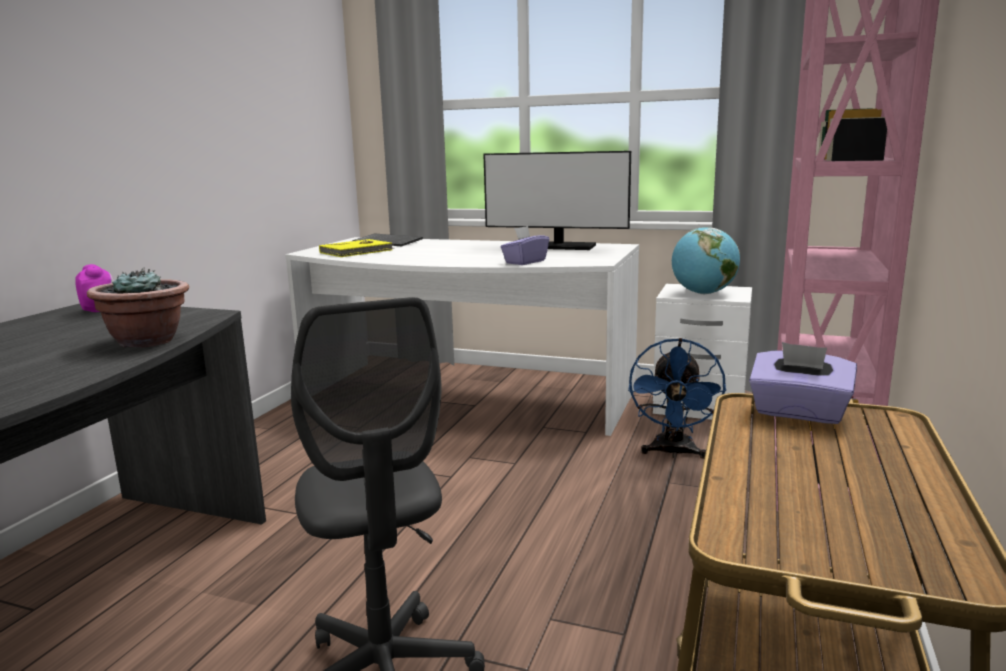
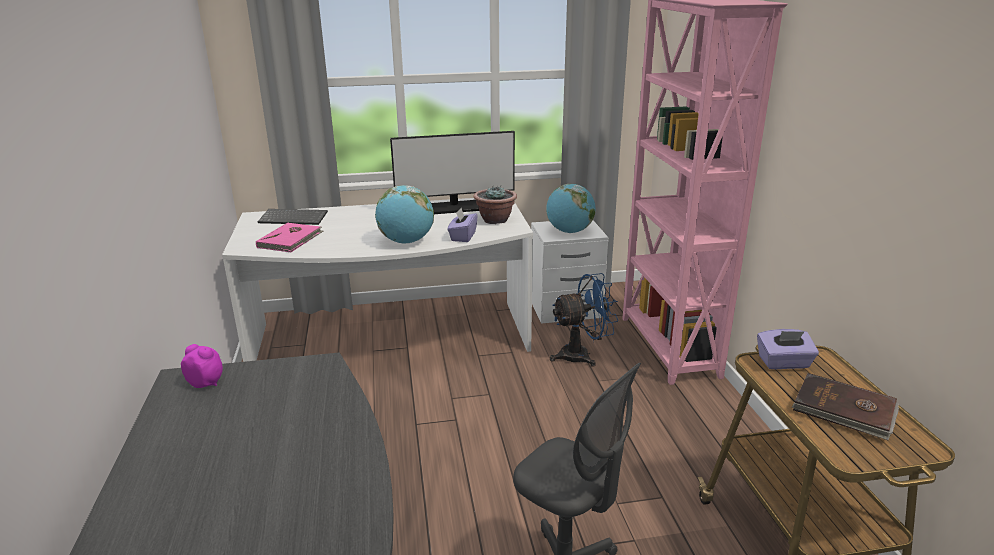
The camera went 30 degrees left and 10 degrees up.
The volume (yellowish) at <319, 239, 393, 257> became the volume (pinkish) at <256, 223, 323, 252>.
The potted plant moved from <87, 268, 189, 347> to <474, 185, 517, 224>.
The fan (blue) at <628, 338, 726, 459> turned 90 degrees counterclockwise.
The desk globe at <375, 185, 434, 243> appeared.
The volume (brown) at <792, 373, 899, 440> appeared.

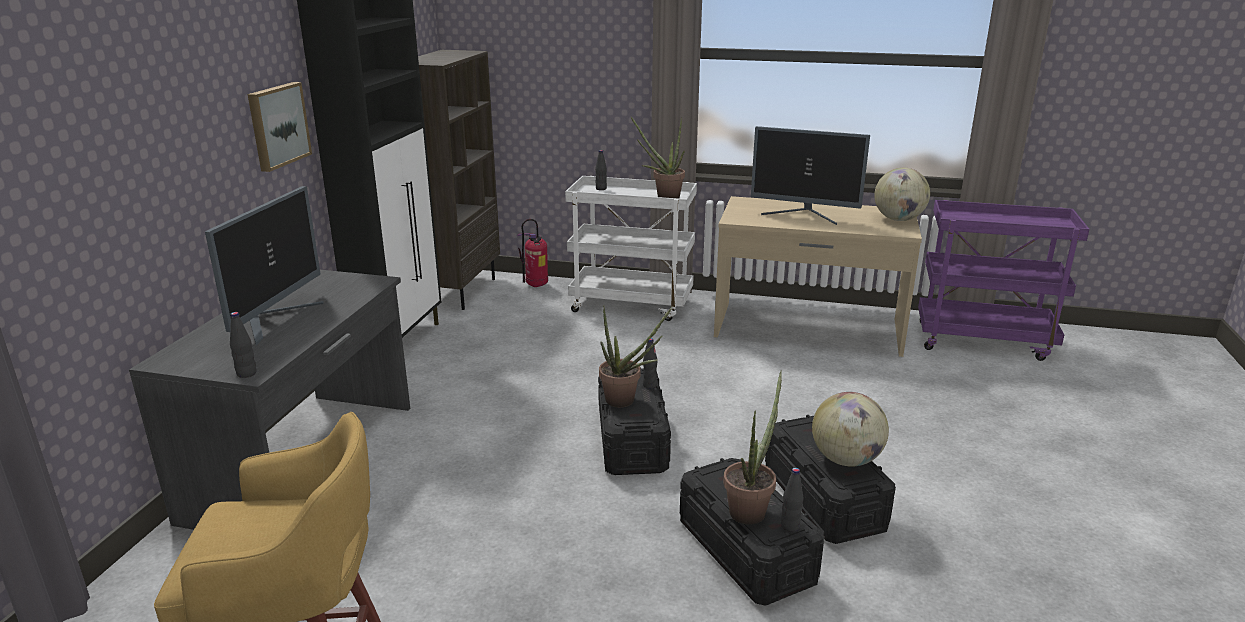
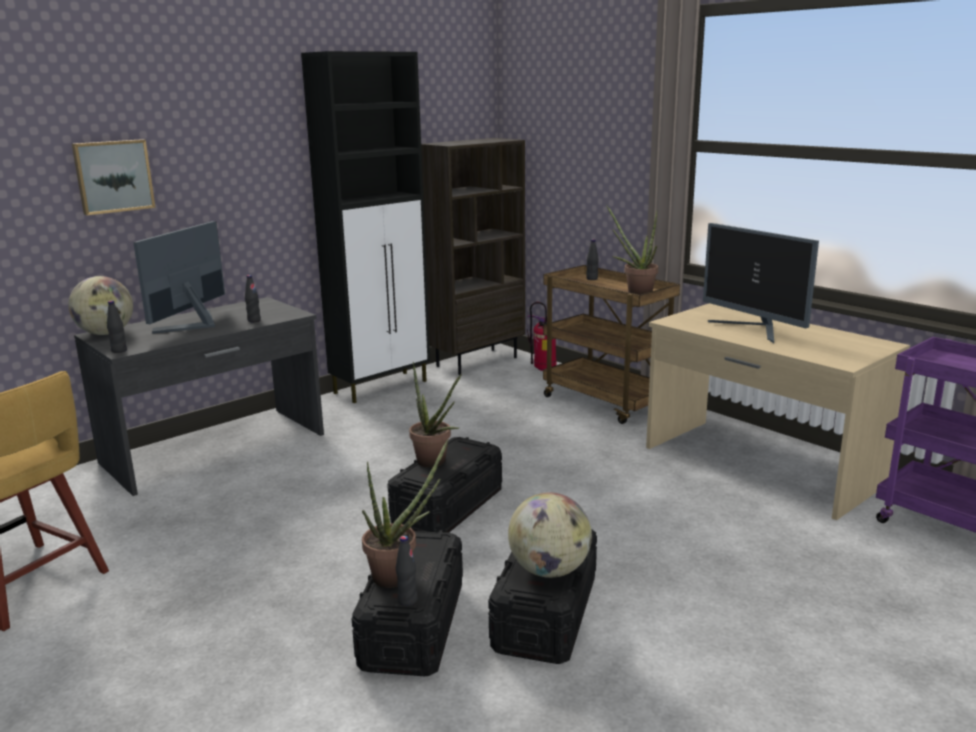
The camera went 35 degrees right and 5 degrees down.
The wall picture moved from <248, 82, 312, 172> to <72, 139, 156, 215>.
The desk globe moved from <874, 168, 930, 221> to <68, 276, 133, 335>.
The trolley (white-coloured) at <565, 176, 697, 321> became the trolley (brown) at <543, 265, 680, 424>.
The monitor at <205, 186, 324, 345> turned 150 degrees clockwise.
The beverage bottle (blackish) moved from <643, 338, 658, 389> to <245, 275, 261, 322>.

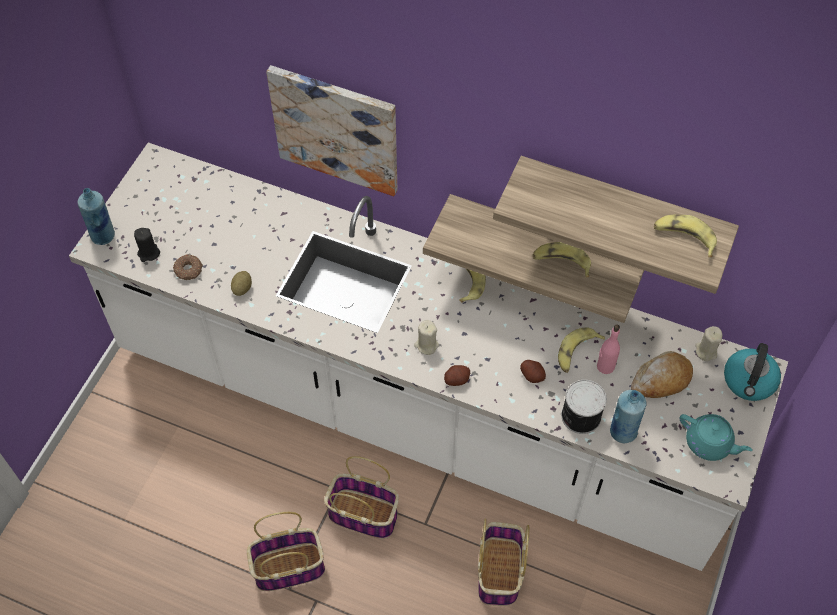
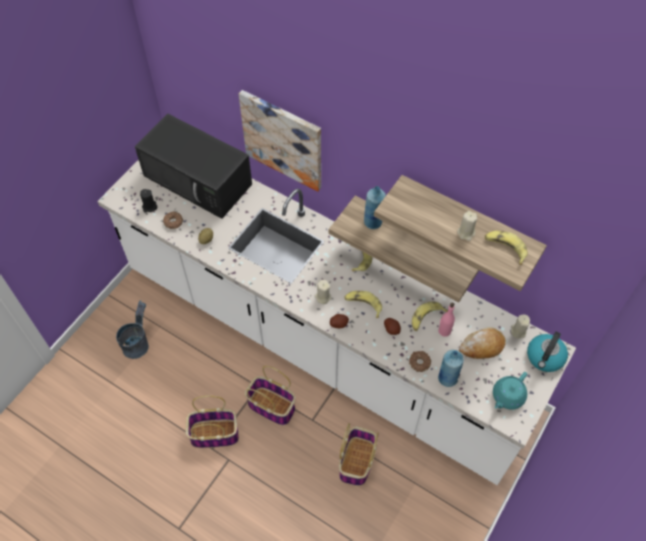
The camera went 10 degrees right and 0 degrees up.
The beverage bottle (blue) moved from <78, 188, 115, 245> to <364, 186, 386, 229>.
The whole banana moved from <533, 242, 591, 278> to <345, 291, 382, 318>.
The can at <561, 380, 607, 434> was replaced by the doughnut at <409, 351, 431, 372>.
The pot for tea (turquoise) at <679, 414, 753, 461> turned 90 degrees clockwise.
The microwave oven (blackish) at <135, 114, 252, 219> appeared.
The candle (beige) at <457, 211, 477, 241> appeared.
The bucket (gray) at <116, 300, 149, 359> appeared.

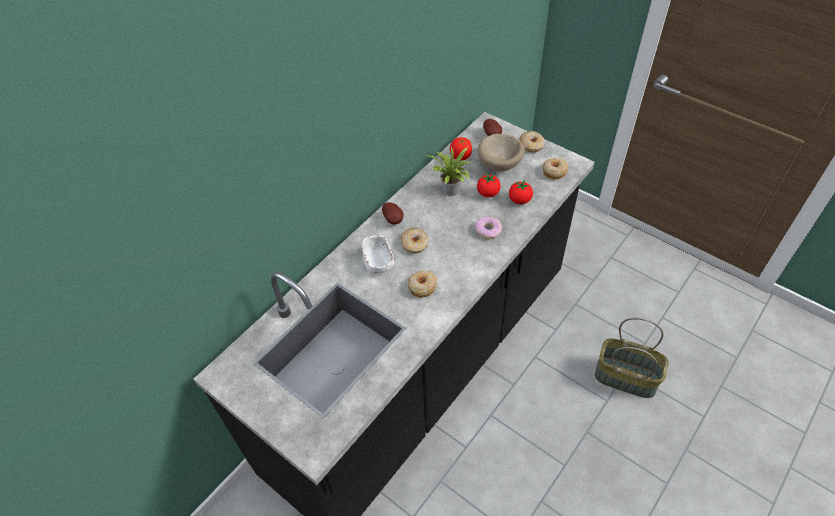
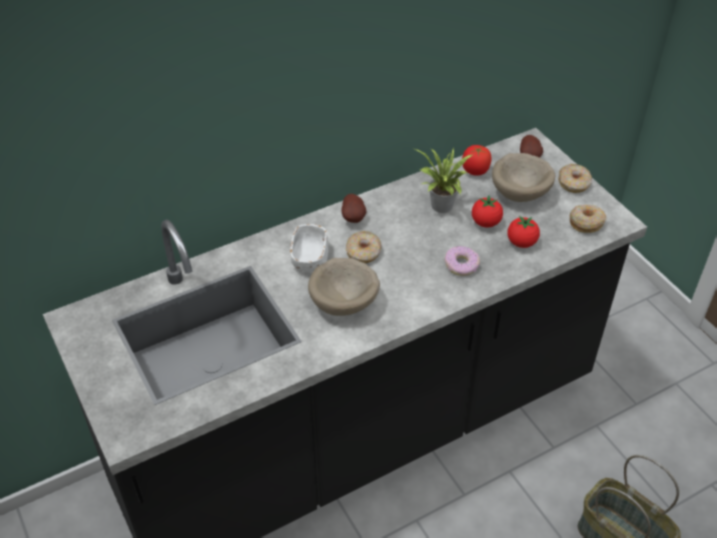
The camera went 20 degrees right and 5 degrees down.
The doughnut at <408, 270, 437, 298> was replaced by the deep dish (beige) at <308, 258, 380, 316>.

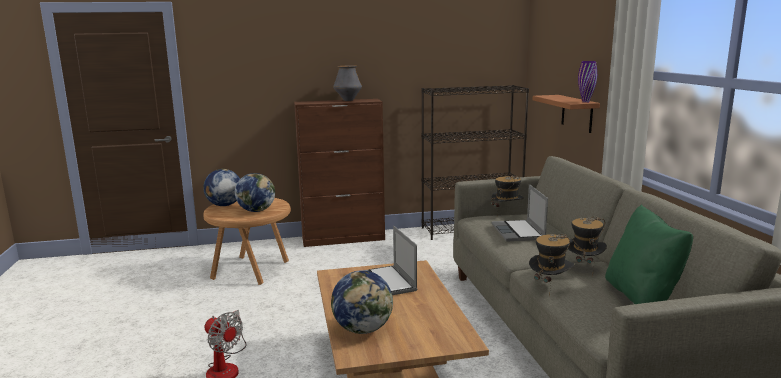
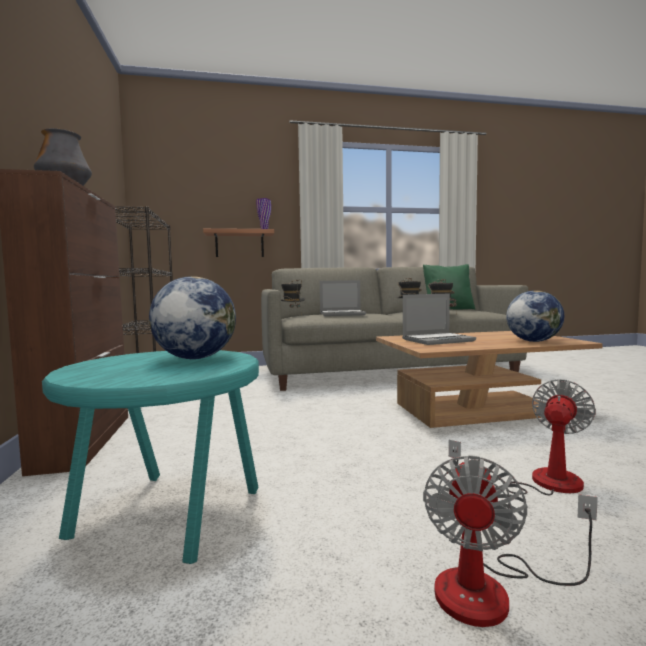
The camera went 90 degrees left and 10 degrees down.
The desk globe at <203, 169, 240, 206> disappeared.
The accent table (brown) at <203, 198, 291, 285> became the accent table (turquoise) at <42, 350, 259, 564>.
The fan at <423, 455, 598, 627> appeared.

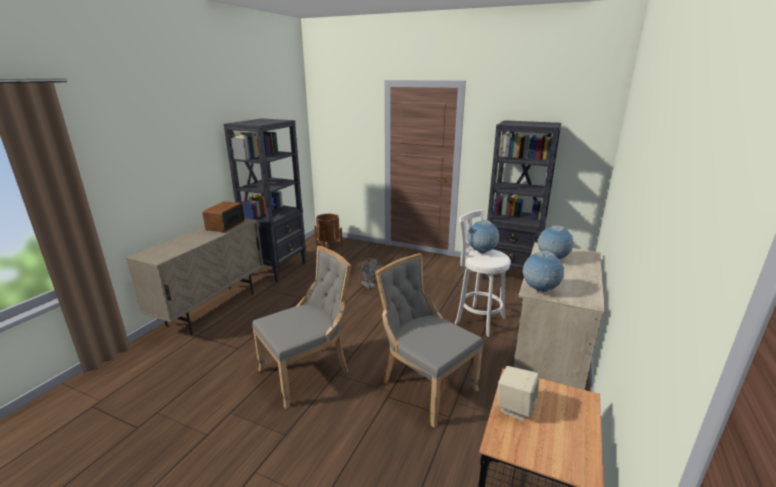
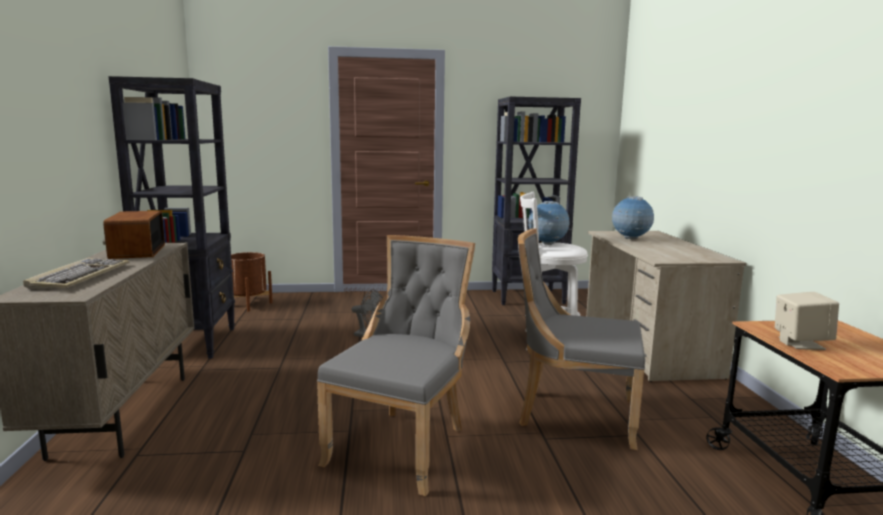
The camera went 30 degrees left and 10 degrees down.
The desk globe at <522, 251, 564, 293> disappeared.
The computer keyboard at <23, 258, 129, 289> appeared.

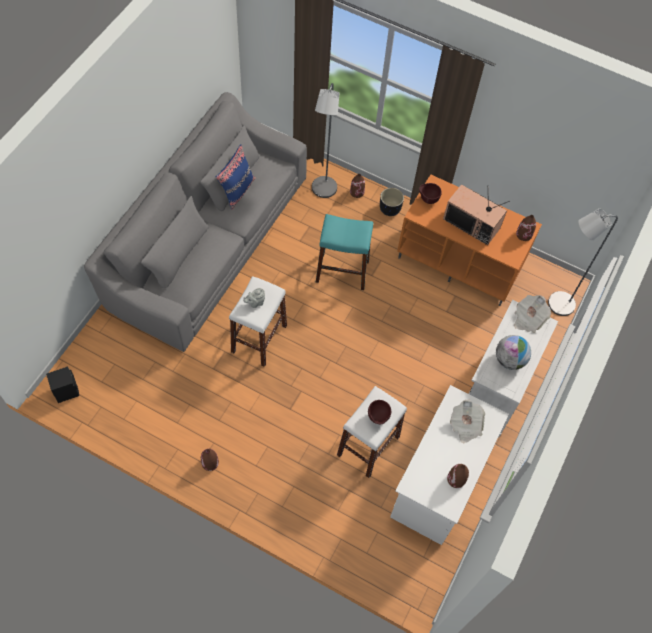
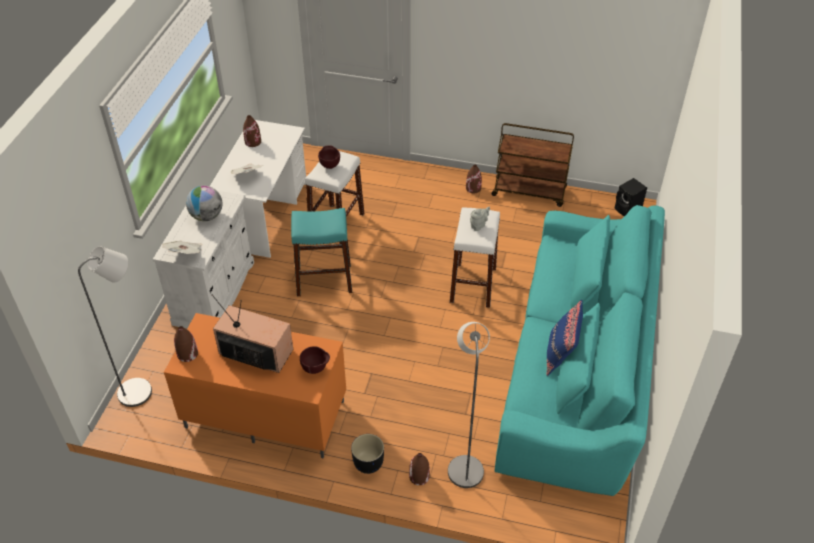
The camera went 170 degrees right and 15 degrees down.
The settee (gray) at <84, 92, 307, 352> became the settee (turquoise) at <495, 205, 665, 496>.
The stool seat (turquoise) moved from <316, 214, 373, 290> to <291, 208, 352, 296>.
The trolley (brown) at <492, 123, 574, 207> appeared.

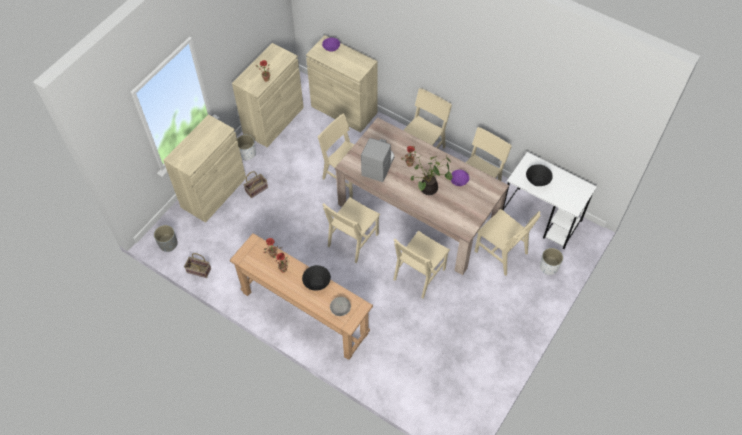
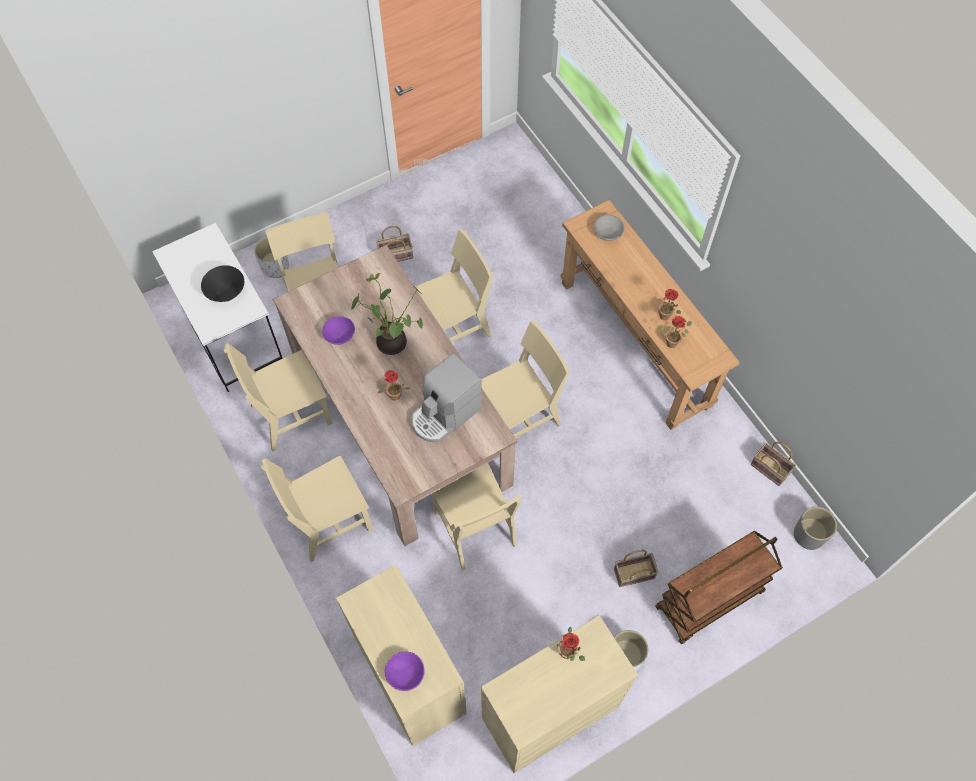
The camera went 155 degrees left and 5 degrees up.
The cabinet (beige) at <163, 114, 246, 223> was replaced by the trolley (brown) at <655, 531, 783, 644>.
The deep dish (blackish) at <302, 265, 331, 291> disappeared.
The household basket at <376, 226, 413, 262> appeared.

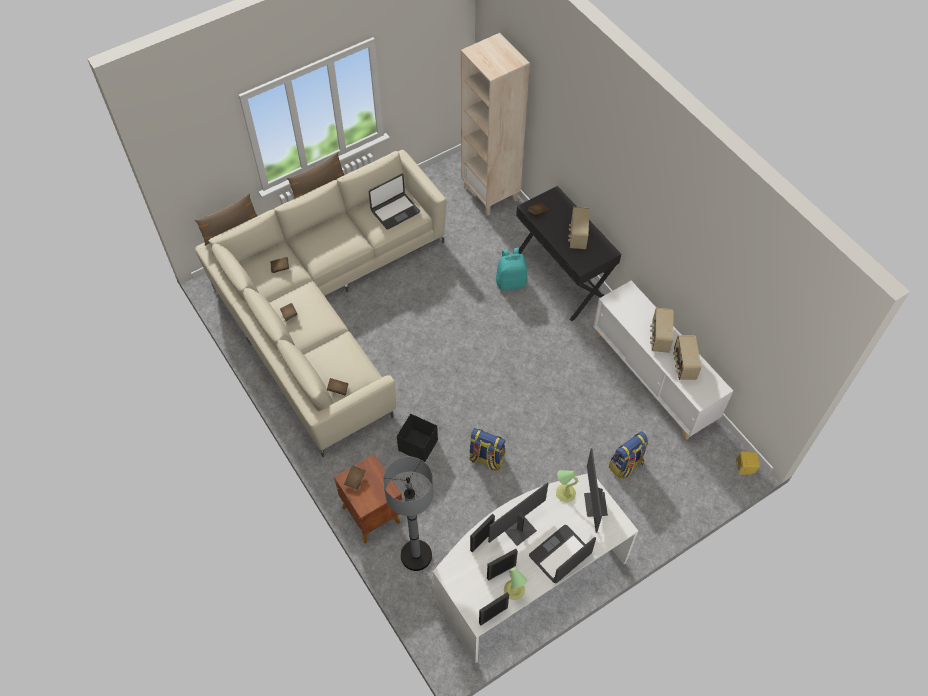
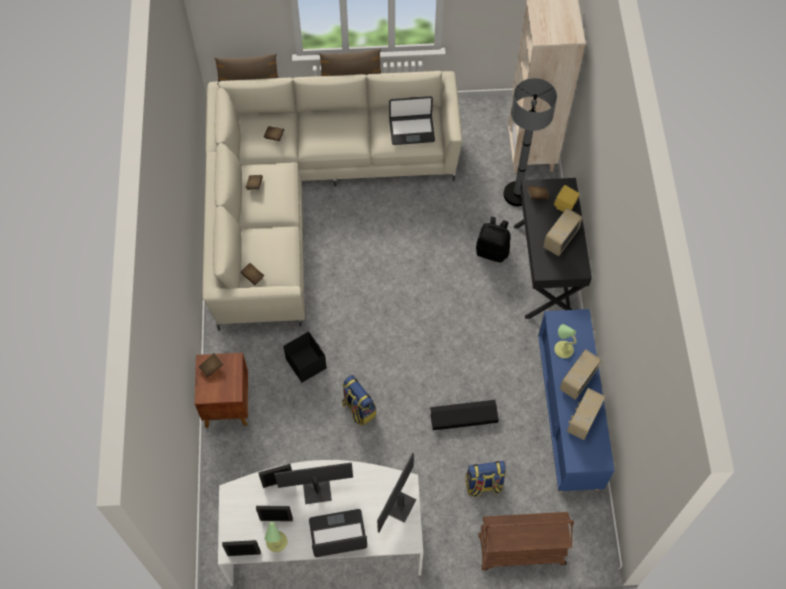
The camera went 30 degrees right and 5 degrees up.
The knapsack (turquoise) at <496, 248, 527, 291> became the knapsack (blackish) at <476, 216, 510, 263>.
The cabinet (white-coloured) at <593, 281, 733, 440> became the cabinet (blue) at <538, 309, 615, 492>.
The audio speaker (yellowish) moved from <736, 451, 760, 475> to <554, 185, 580, 212>.
The standing lamp (gray) moved from <383, 457, 434, 571> to <503, 78, 557, 206>.
The tabletop lamp moved from <556, 470, 578, 502> to <554, 324, 577, 358>.
The storage bin (blackish) at <430, 400, 499, 431> appeared.
The trolley (brown) at <478, 512, 574, 570> appeared.

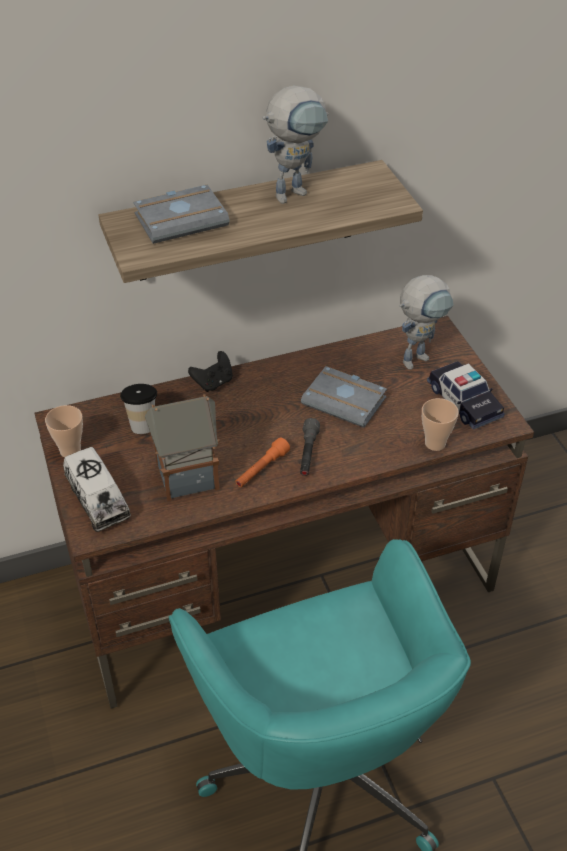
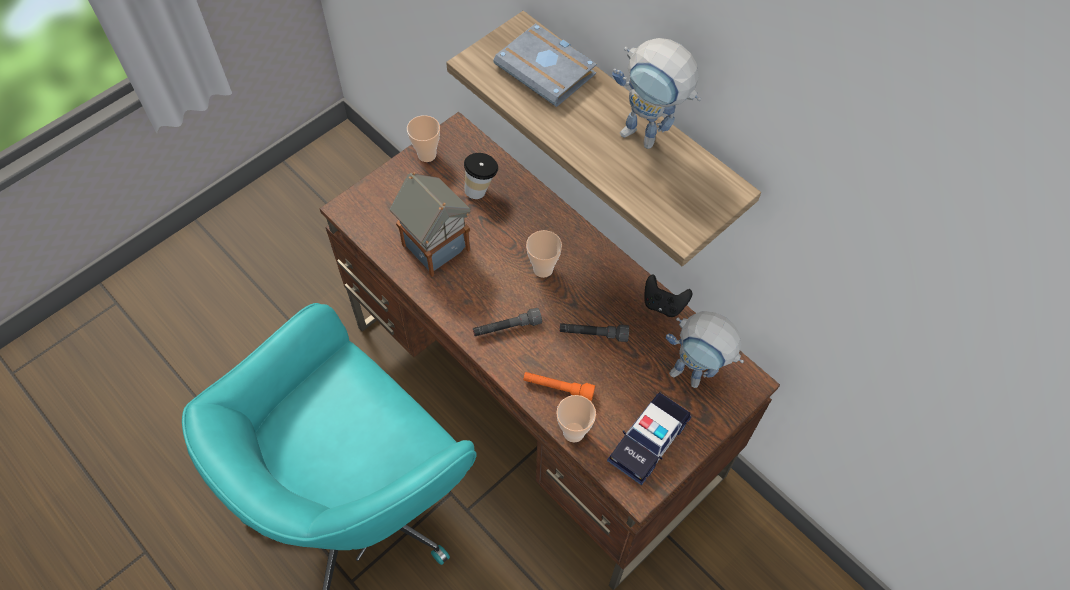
The camera went 65 degrees right and 15 degrees up.
The joypad (blackish) moved from <188, 351, 233, 392> to <644, 275, 692, 317>.
The volume (gray) at <301, 366, 387, 428> was replaced by the hand torch (gray) at <559, 323, 629, 342>.
The hand torch (orange) moved from <236, 438, 290, 487> to <523, 372, 595, 401>.
The toy lorry at <63, 447, 131, 532> disappeared.
The small cup at <526, 230, 562, 278> appeared.

